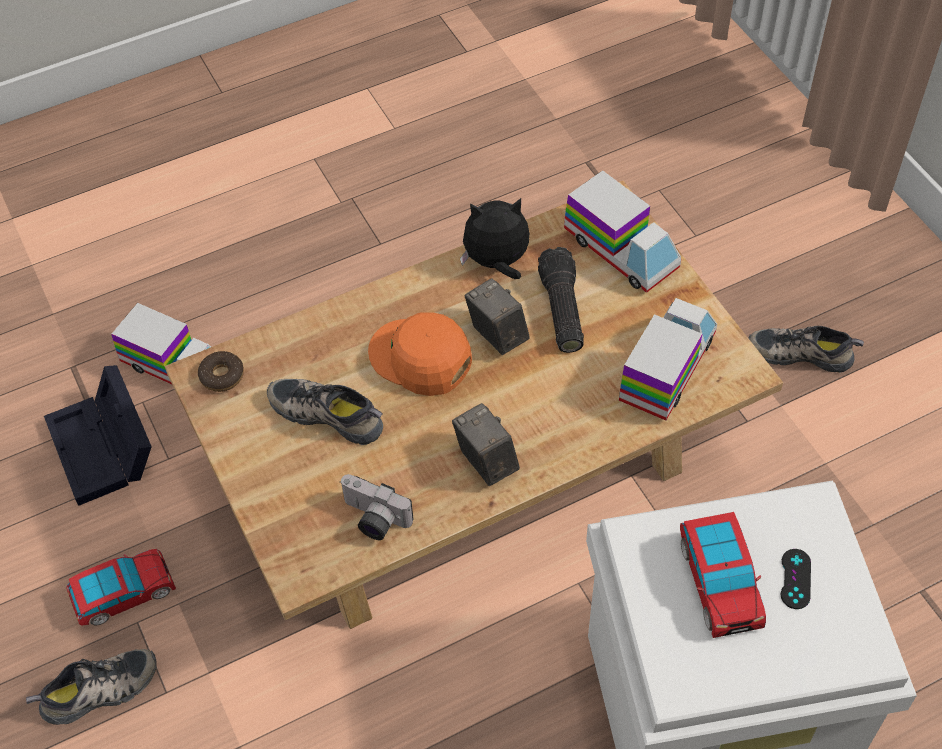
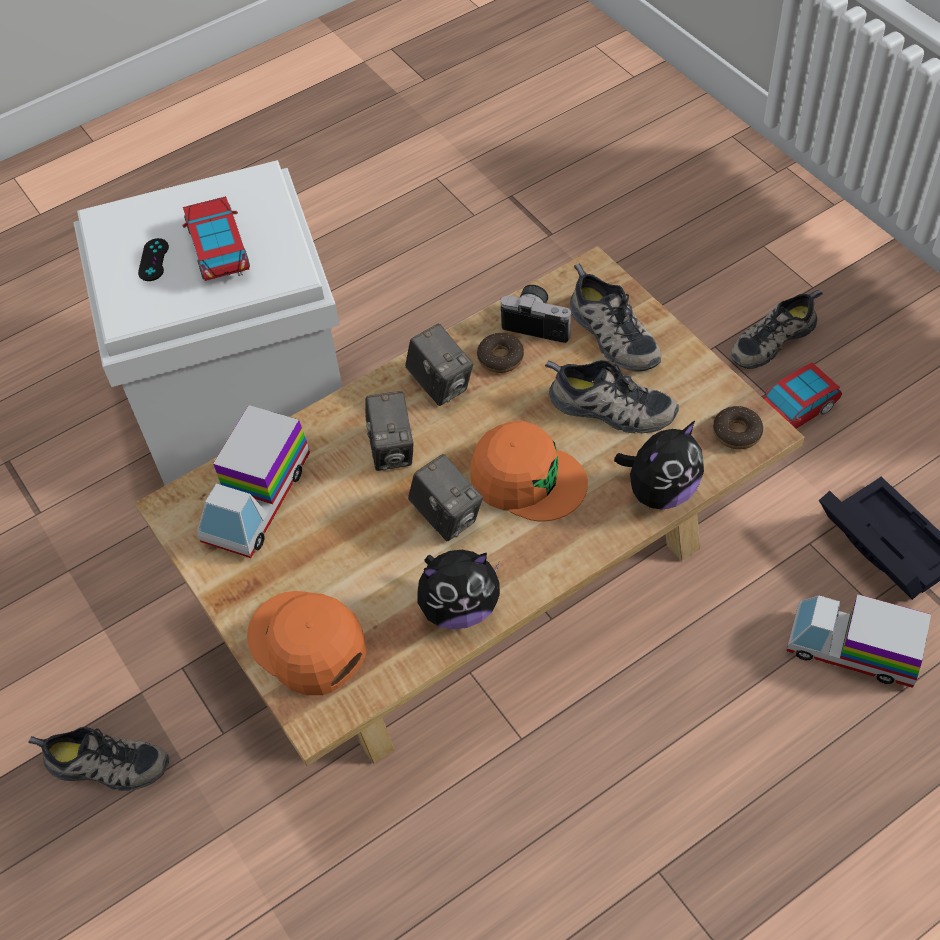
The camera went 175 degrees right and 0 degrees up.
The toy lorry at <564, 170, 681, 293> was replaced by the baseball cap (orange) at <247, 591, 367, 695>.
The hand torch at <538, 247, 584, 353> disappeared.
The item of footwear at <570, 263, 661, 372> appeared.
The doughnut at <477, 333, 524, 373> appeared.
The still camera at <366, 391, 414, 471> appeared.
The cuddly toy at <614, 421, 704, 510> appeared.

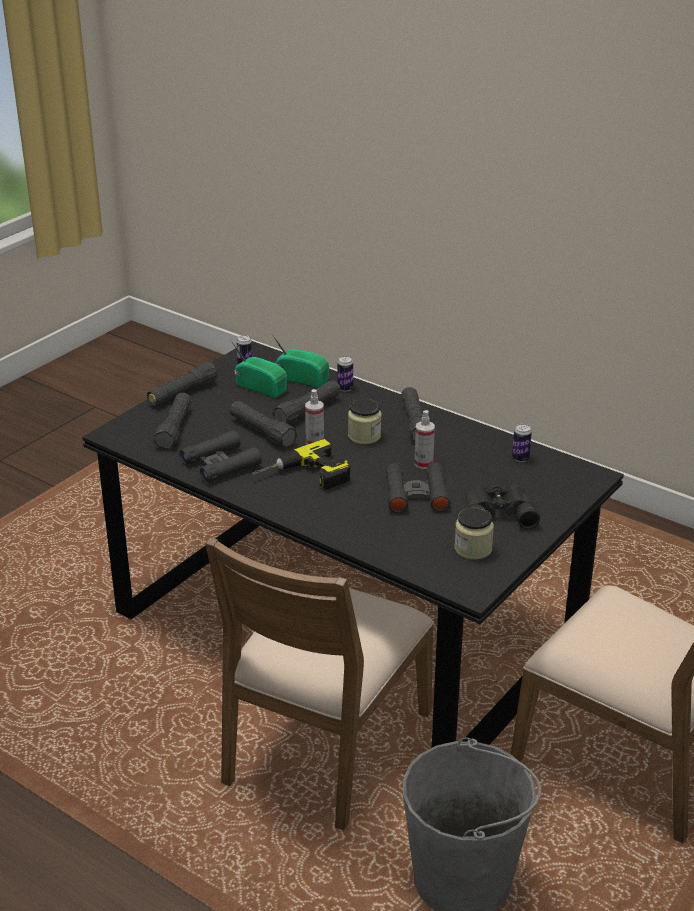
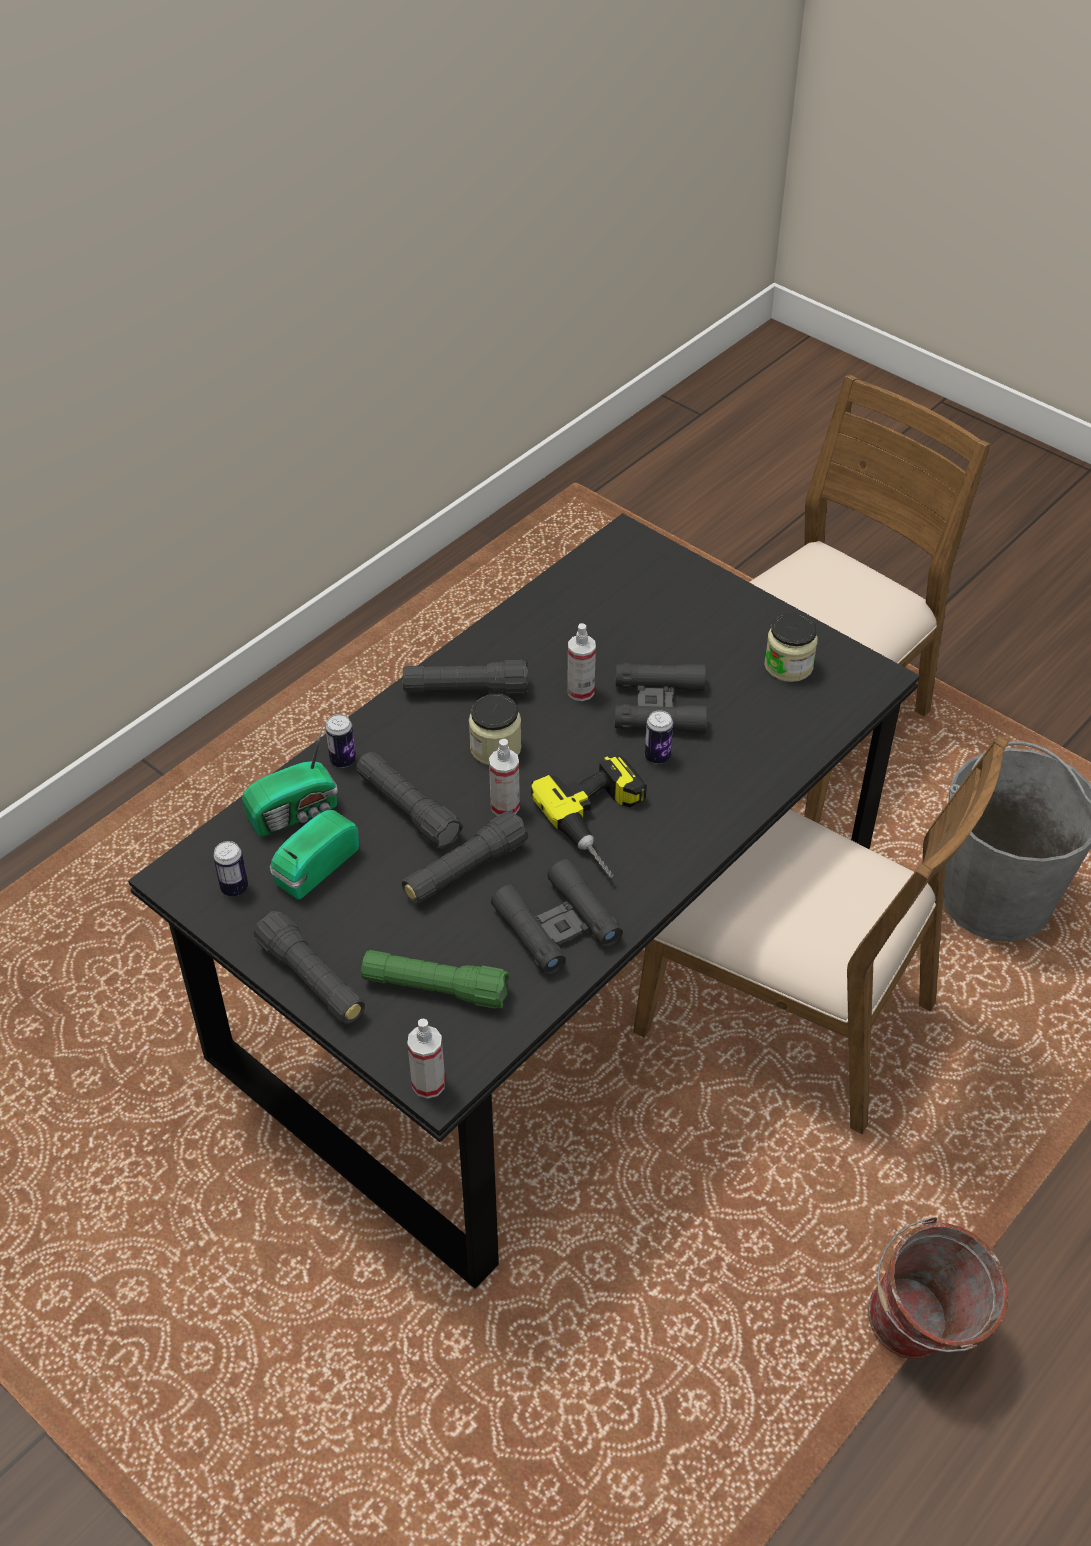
The camera went 85 degrees left and 15 degrees up.
The radio receiver at <271, 333, 329, 388> turned 150 degrees counterclockwise.
The hand torch (blackish) at <154, 393, 192, 449> became the hand torch (green-coloured) at <361, 950, 510, 1009>.
The can moved from <512, 424, 532, 462> to <645, 710, 673, 764>.
The pair of binoculars (blackish) at <465, 483, 540, 529> disappeared.
The hand sprayer at <407, 1018, 445, 1099> appeared.
The bucket at <868, 1217, 1009, 1359> appeared.

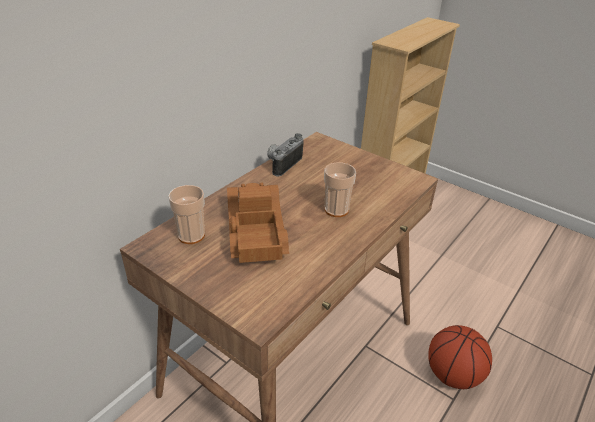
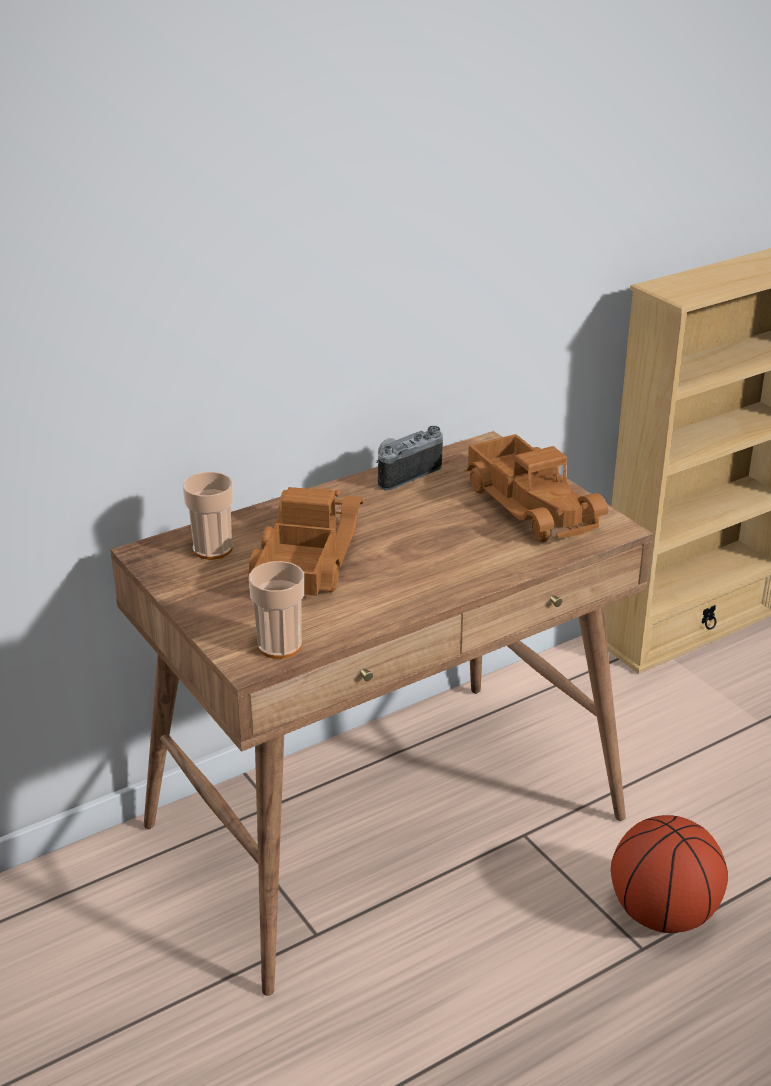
The camera went 20 degrees right and 5 degrees down.
The small cup moved from <324, 162, 356, 217> to <249, 561, 304, 659>.
The toy lorry at <464, 434, 608, 542> appeared.

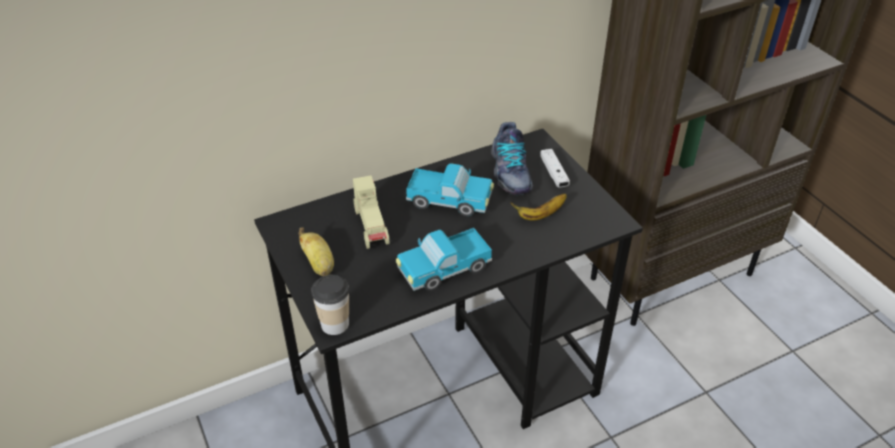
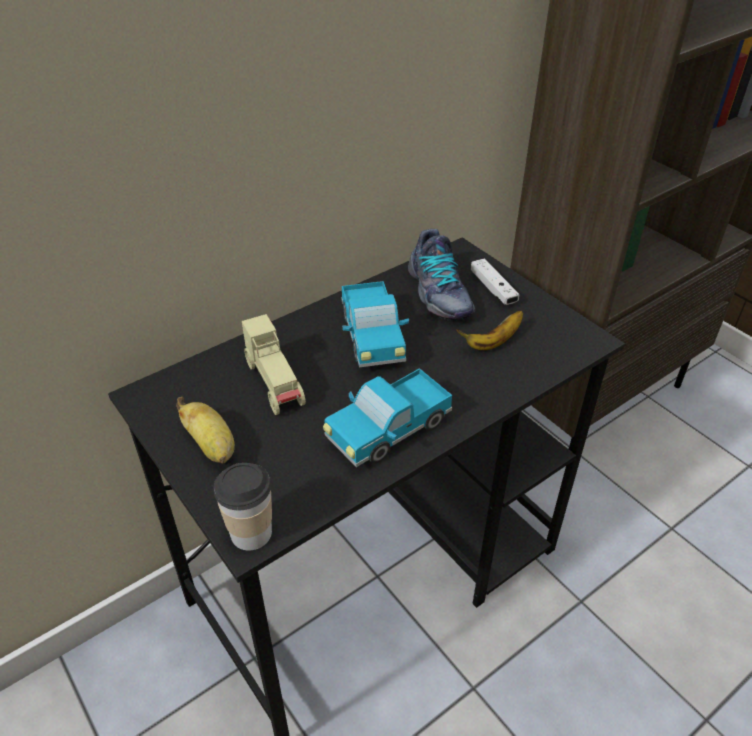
The camera went 10 degrees left and 0 degrees up.
The toy lorry at <406, 163, 494, 216> turned 75 degrees clockwise.

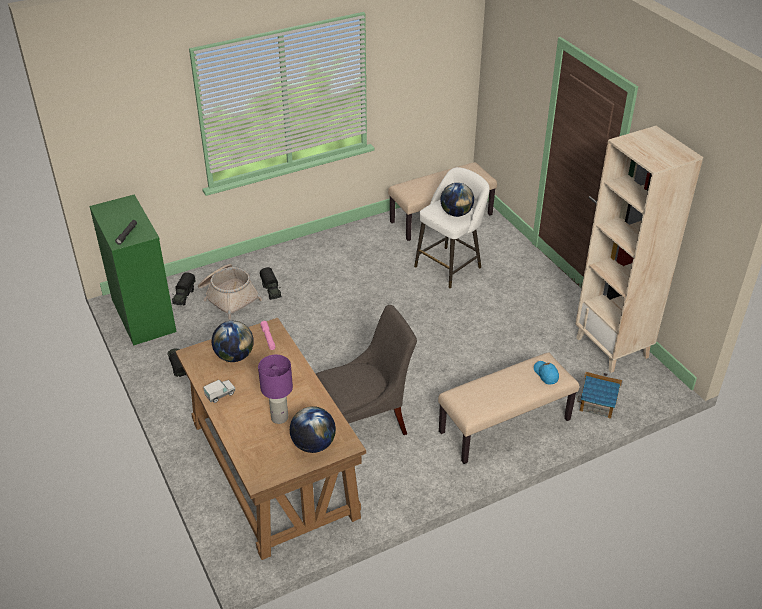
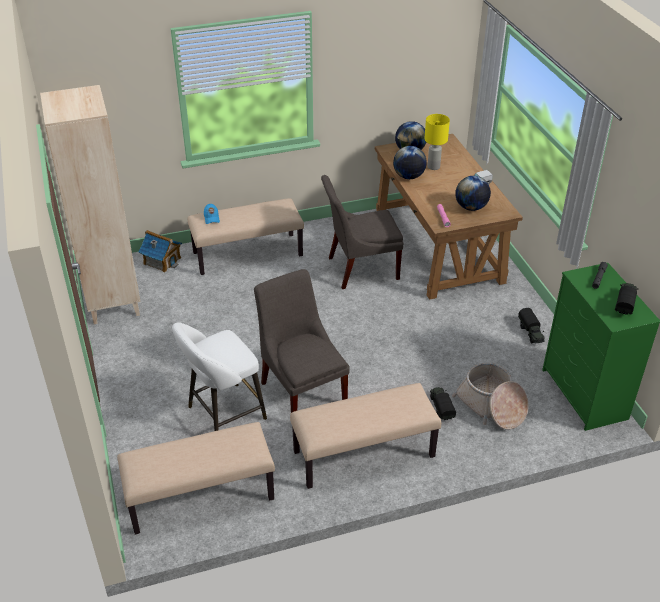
The camera went 170 degrees left and 0 degrees up.
The desk globe moved from <440, 183, 474, 217> to <393, 146, 427, 179>.
The toy lorry moved from <172, 272, 196, 305> to <615, 283, 638, 315>.
The tabletop lamp (purplish) at <258, 355, 293, 424> became the tabletop lamp (yellowish) at <424, 114, 450, 170>.
The chair (gray) at <254, 269, 350, 413> appeared.
The long seat (beige) at <290, 383, 441, 489> appeared.

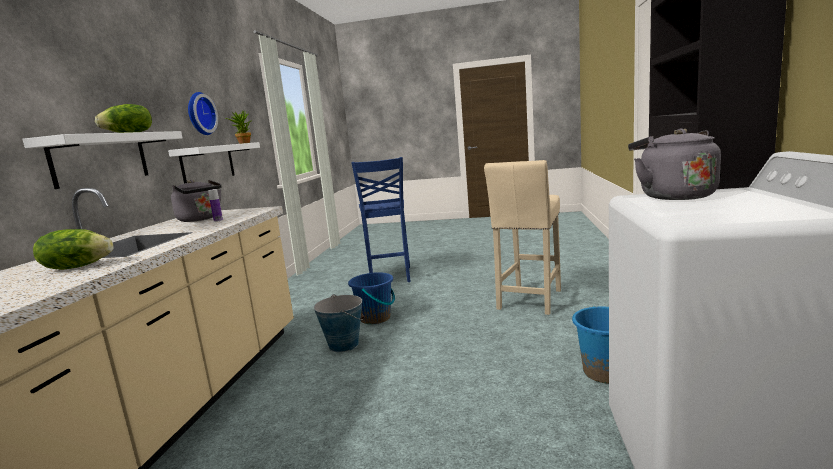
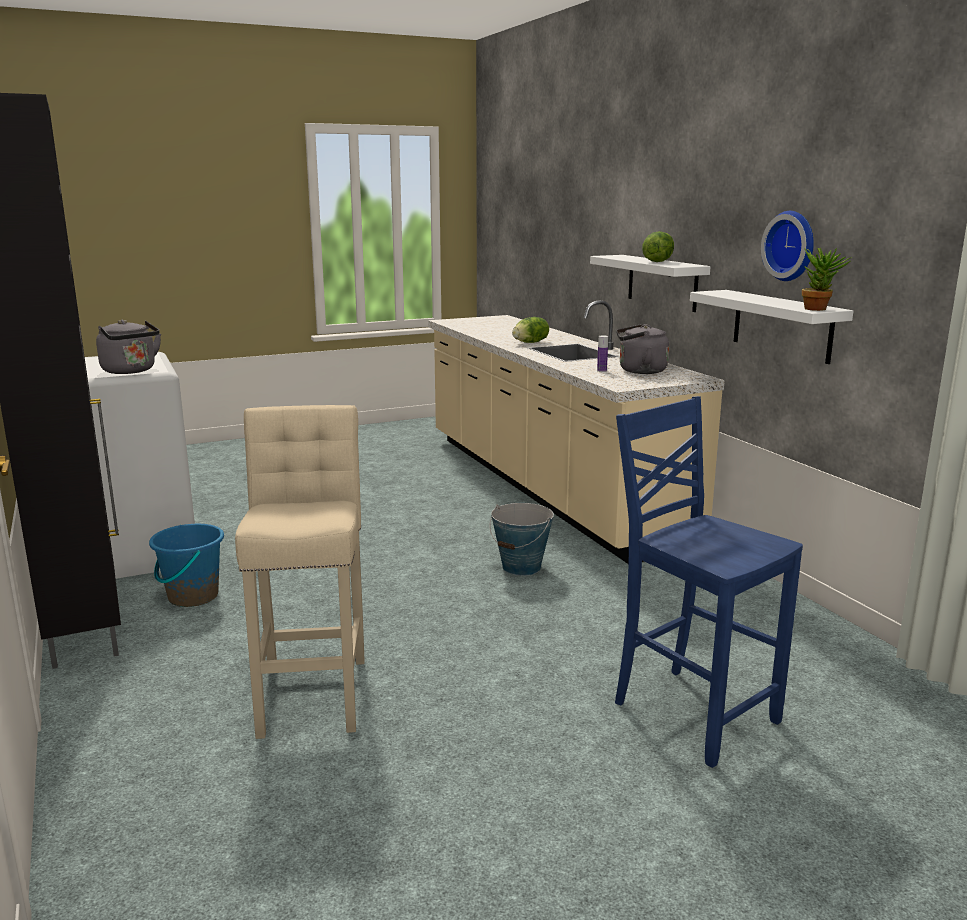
The camera went 145 degrees right and 5 degrees up.
The bucket (blue) at <348, 272, 395, 324> disappeared.

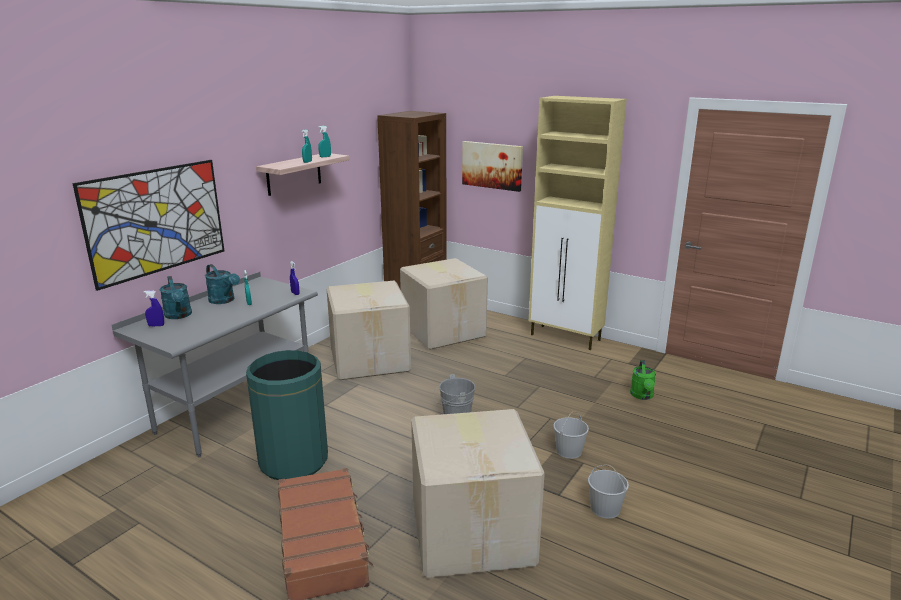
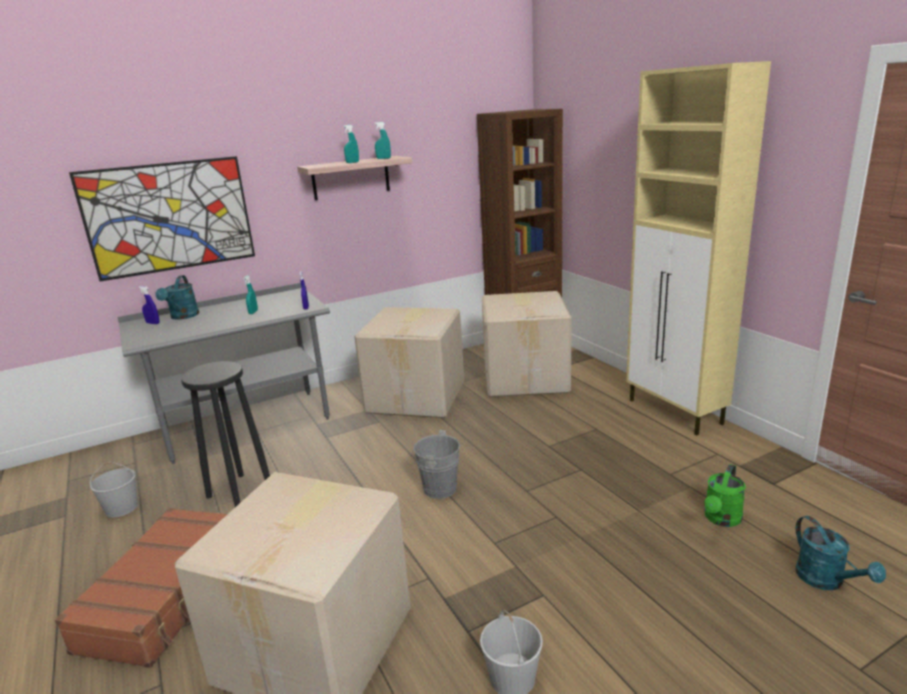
The camera went 30 degrees right and 0 degrees up.
The wall picture at <462, 141, 523, 192> disappeared.
The watering pot (turquoise) moved from <205, 264, 240, 304> to <796, 516, 886, 590>.
The trash can (green-coloured) at <246, 350, 328, 480> was replaced by the stool seat (blackish) at <181, 361, 270, 507>.
The bucket (white-coloured) moved from <553, 411, 589, 459> to <90, 462, 138, 517>.

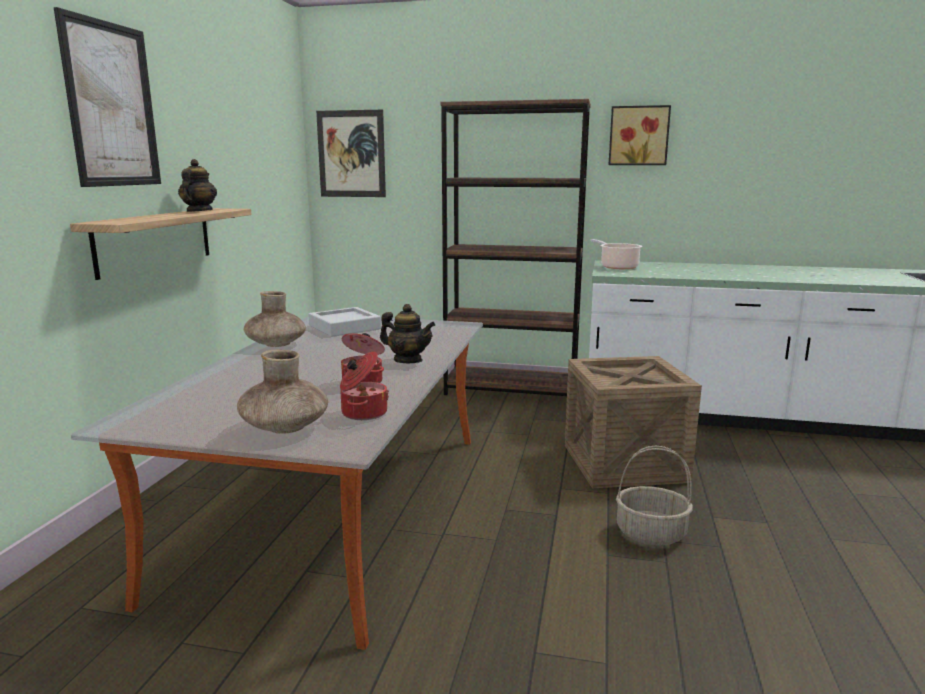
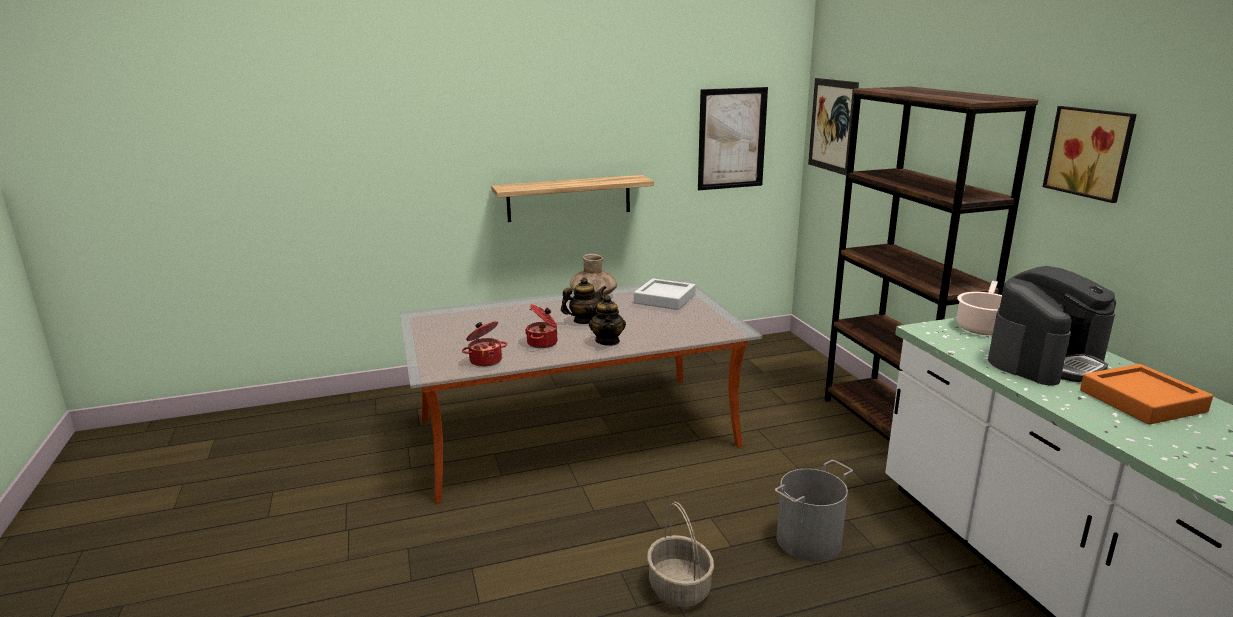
The camera went 60 degrees right and 5 degrees up.
The wall picture moved from <54, 7, 161, 187> to <698, 87, 768, 190>.
The pot for tea moved from <178, 159, 217, 212> to <561, 277, 607, 324>.
The flower vase (brown) at <237, 349, 328, 434> disappeared.
The packing crate at <565, 356, 702, 488> was replaced by the bucket (gray) at <775, 460, 853, 562>.
The coffee machine at <988, 266, 1116, 385> appeared.
The tray (orange) at <1080, 364, 1213, 425> appeared.

